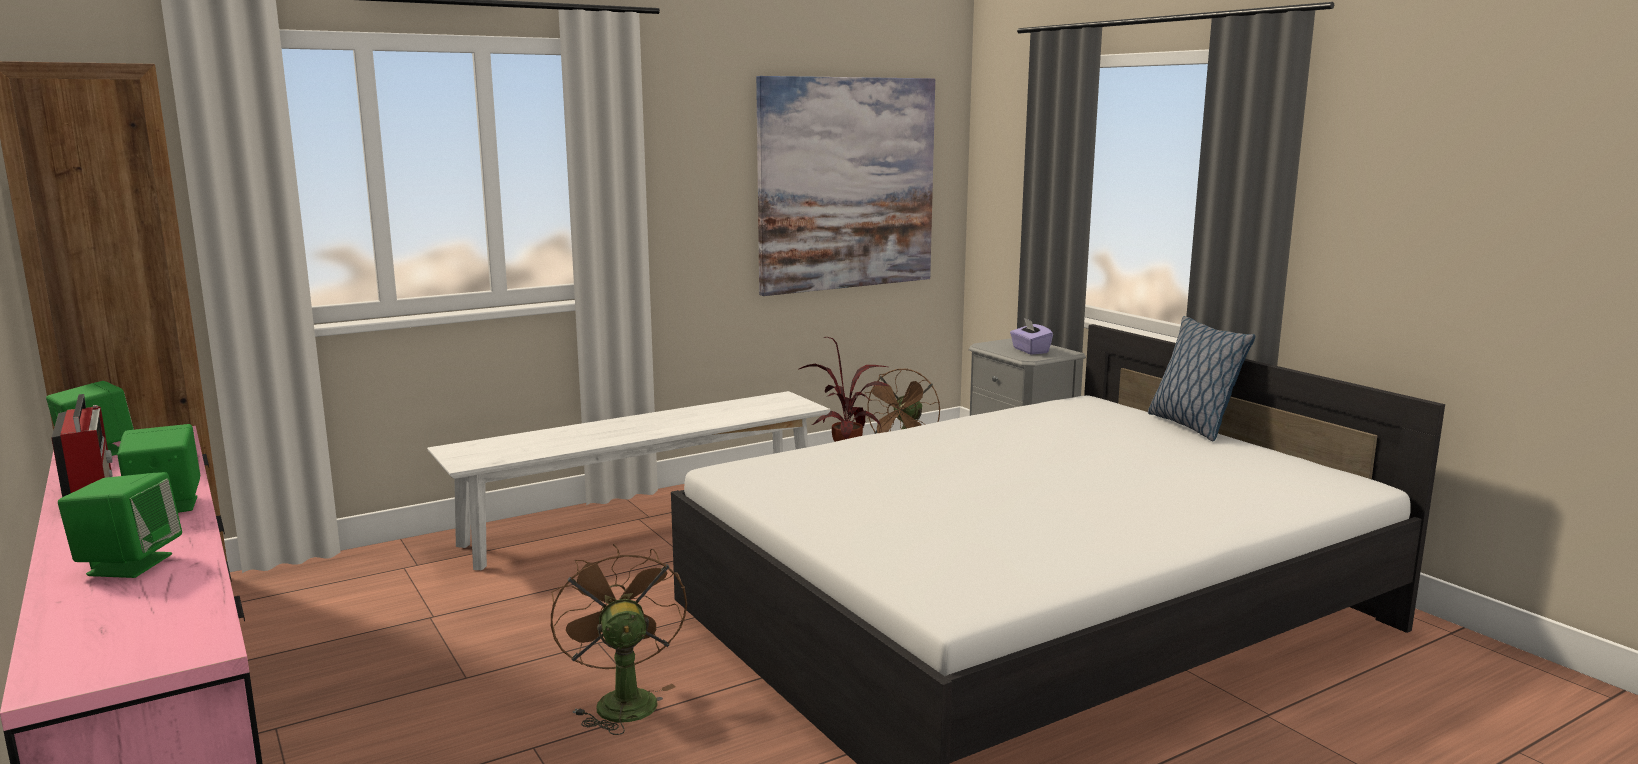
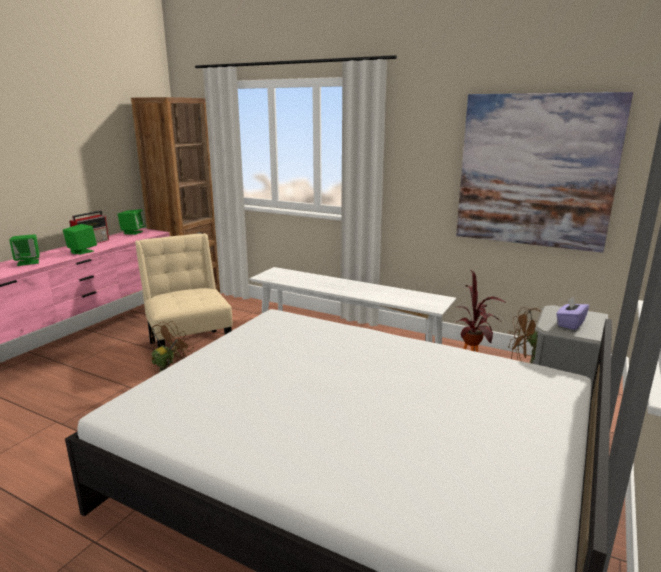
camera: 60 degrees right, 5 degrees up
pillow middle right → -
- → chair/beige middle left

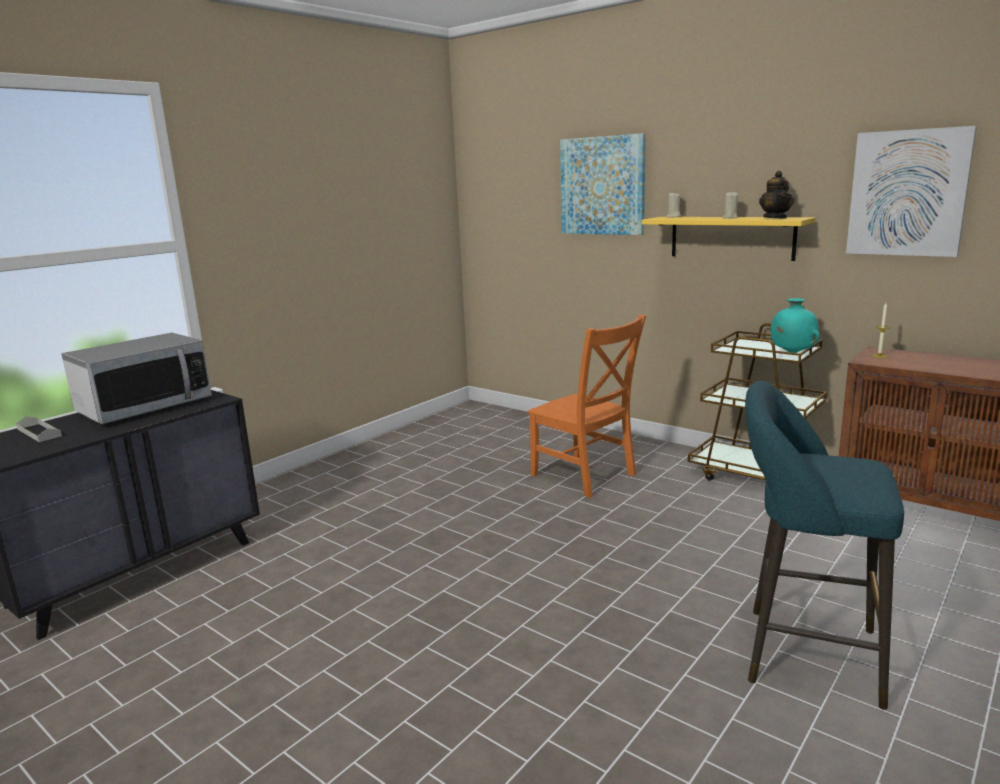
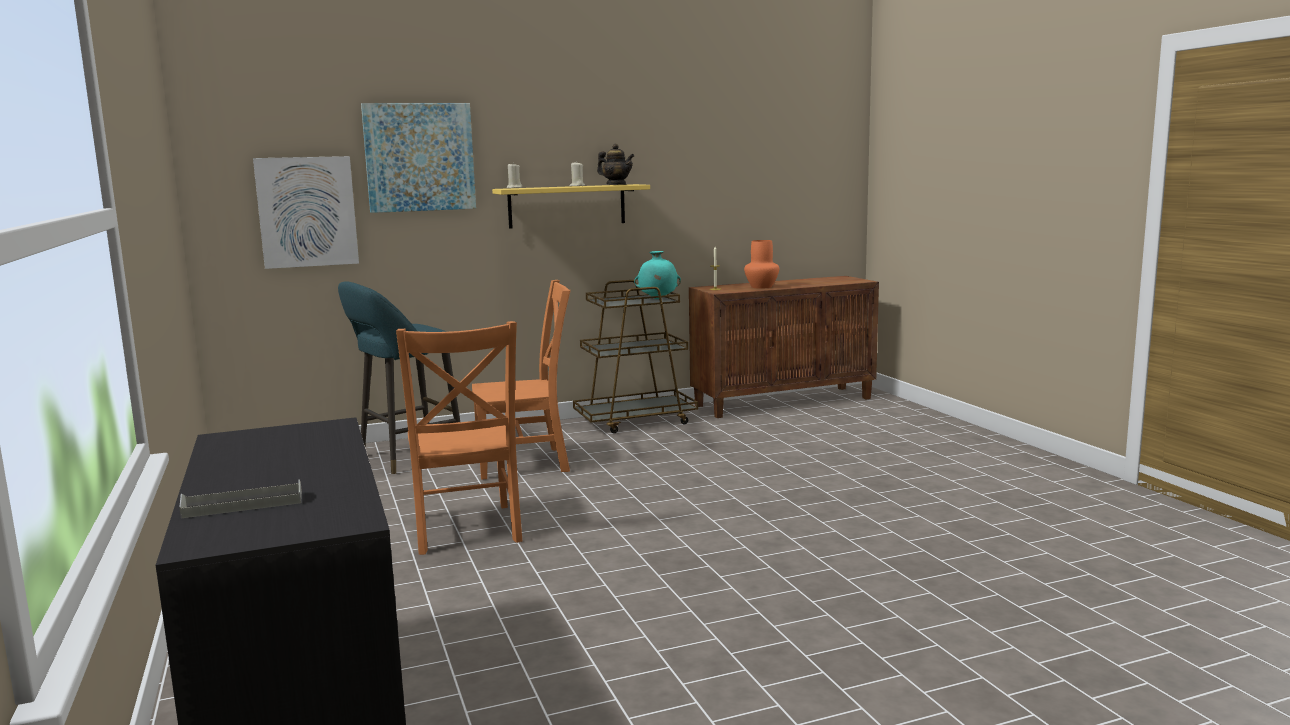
camera: 60 degrees left, 5 degrees down
microwave middle left → -
stool/turquoise bottom right → stool/turquoise middle left, moved
picture (2nd from left in the first image) top right → picture (1st from left) top left, moved
- → chair/orange (1st from left) centre
- → vase/orange centre

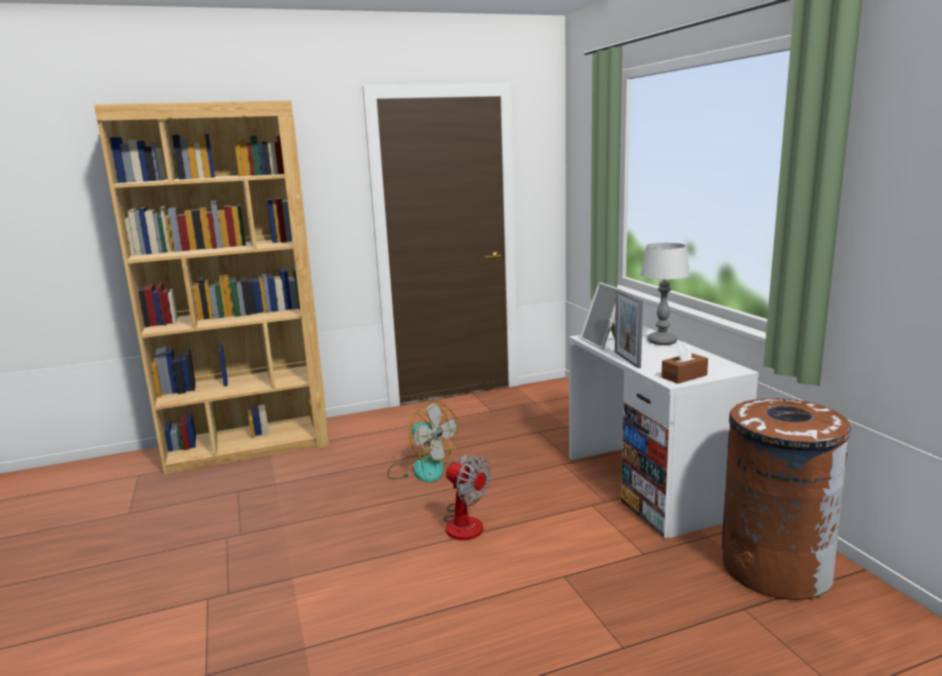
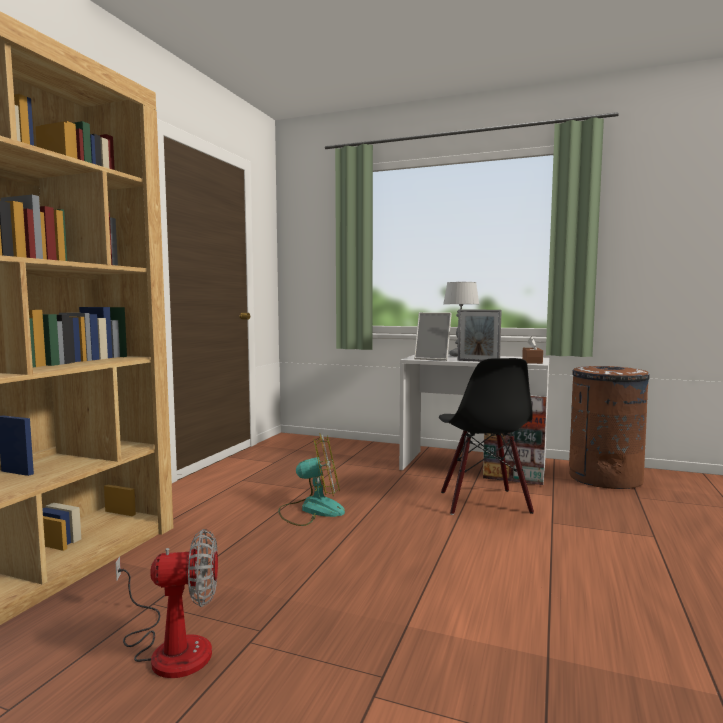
camera: 50 degrees left, 10 degrees down
fan (2nd from left in the first image) bottom centre → fan (1st from left) bottom left, moved
- → chair/black middle right

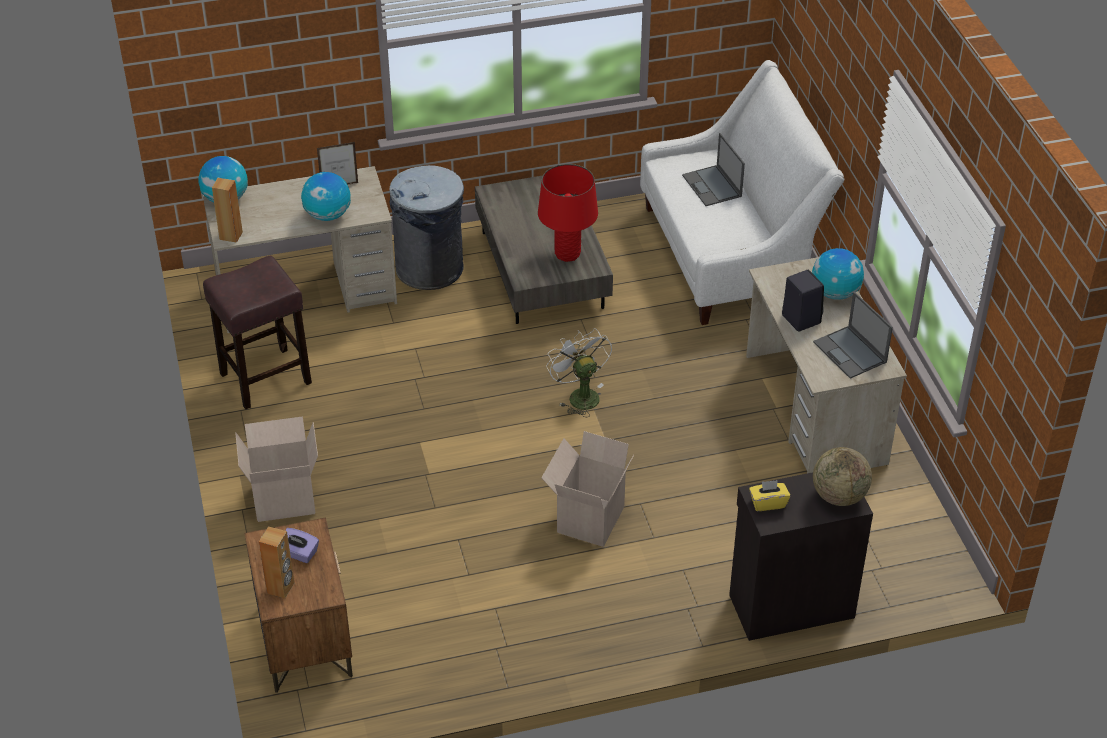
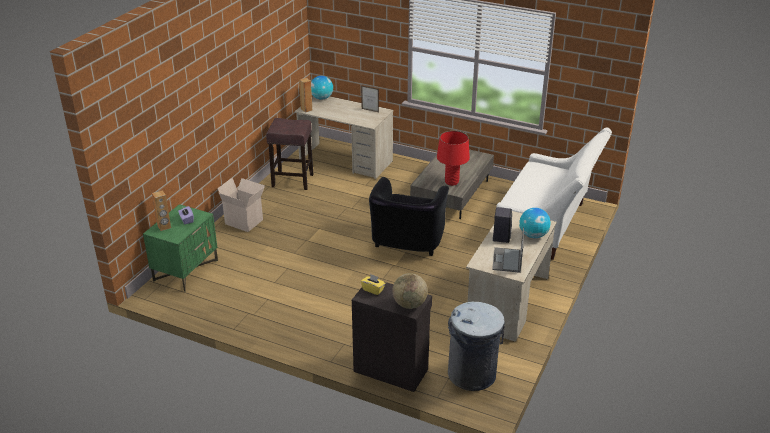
camera: 40 degrees right, 10 degrees down
nightstand/brown bottom left → nightstand/green middle left
globe (2nd from left) top left → -
trash can/grey top centre → trash can/grey bottom centre, moved
cardboard box (2nd from left) centre → -
fan/white centre → armchair/black centre
laptop (1st from left) top centre → -

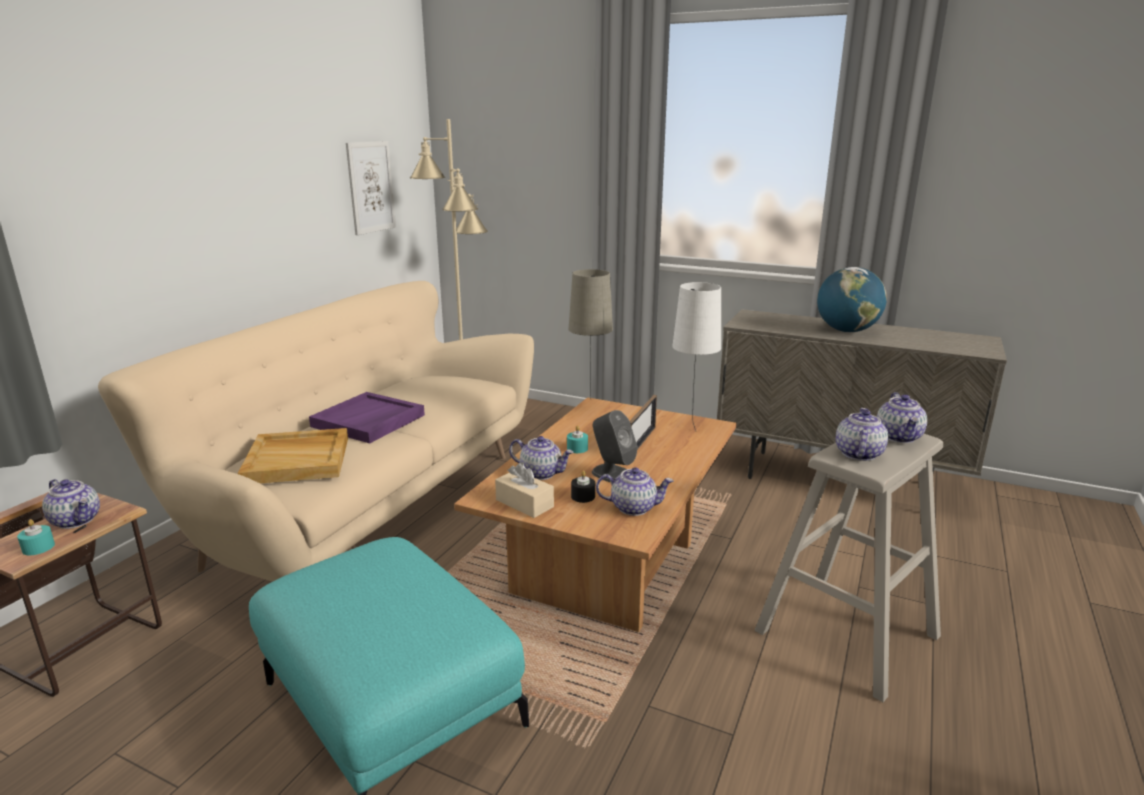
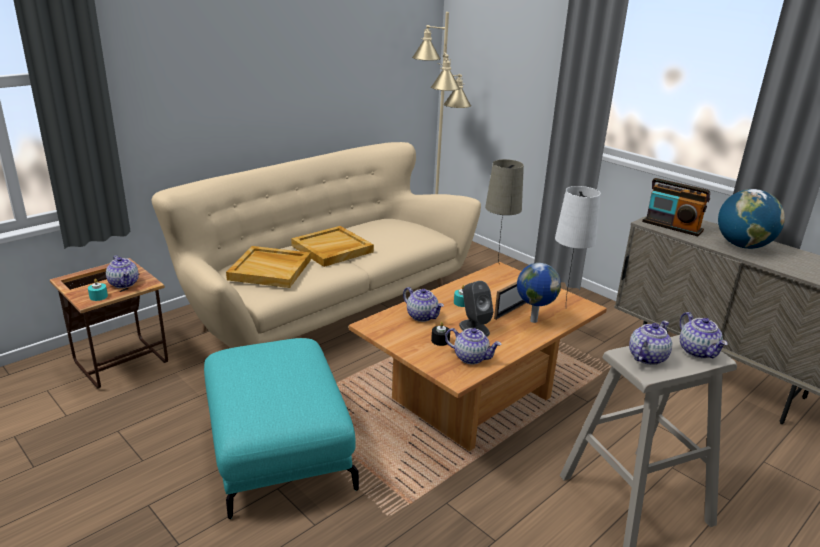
camera: 20 degrees right, 5 degrees up
tray/purple middle left → tray/beige (2nd from left) centre
picture top left → -
tissue box/beige centre → -
teapot (5th from left) middle right, 45 degrees counterclockwise
- → globe (1st from left) centre
- → radio middle right

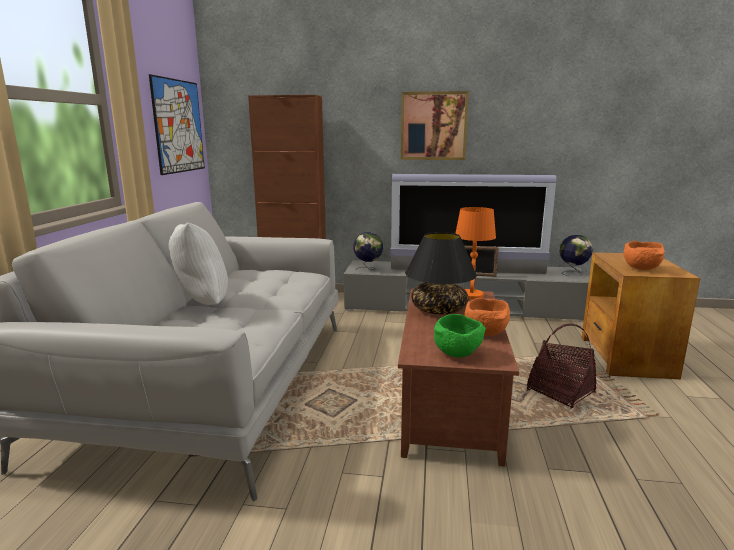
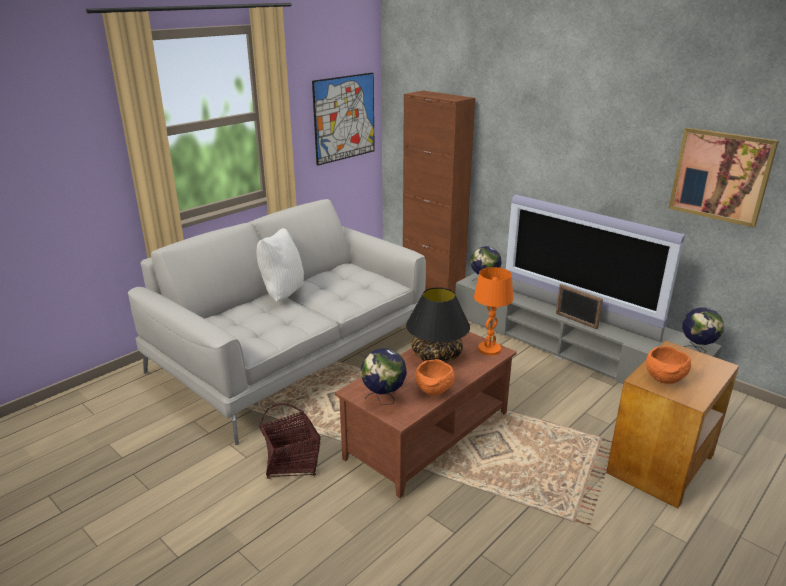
camera: 35 degrees right, 10 degrees up
picture (2nd from left) top centre → picture (2nd from left) top right, moved
bowl/green centre → globe (1st from left) centre
basket middle right → basket bottom centre, moved

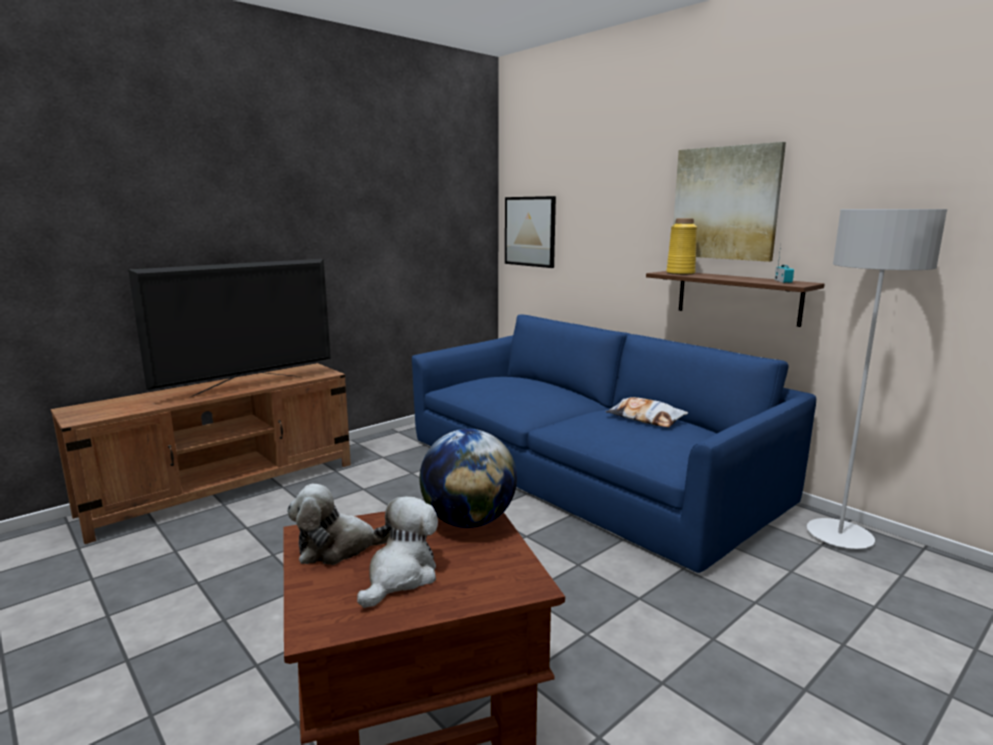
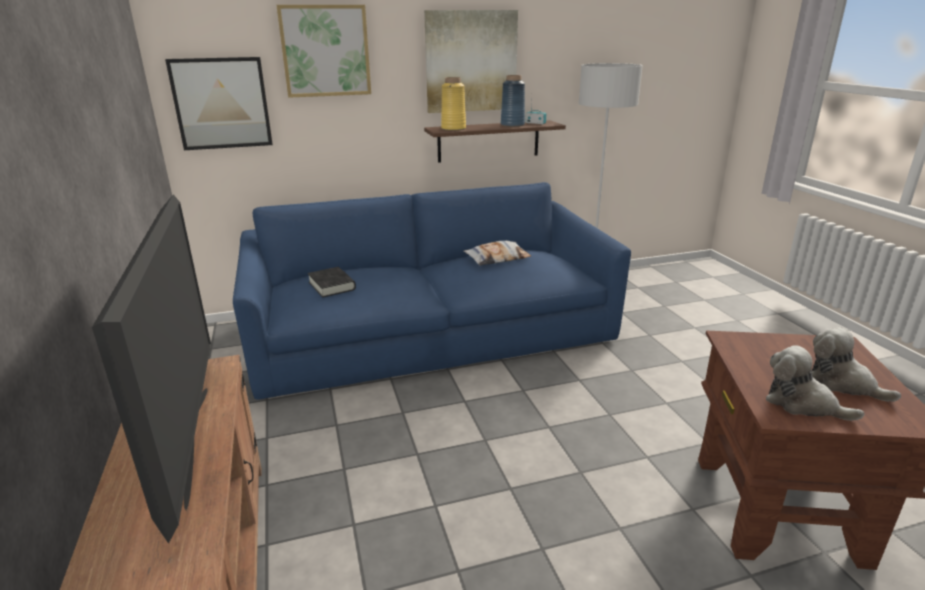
camera: 65 degrees left, 10 degrees up
plush toy (1st from left) bottom centre → plush toy (1st from left) middle right, 120 degrees clockwise
globe centre → -
- → picture (2nd from left) top centre
- → book/black centre
- → vase/blue top centre

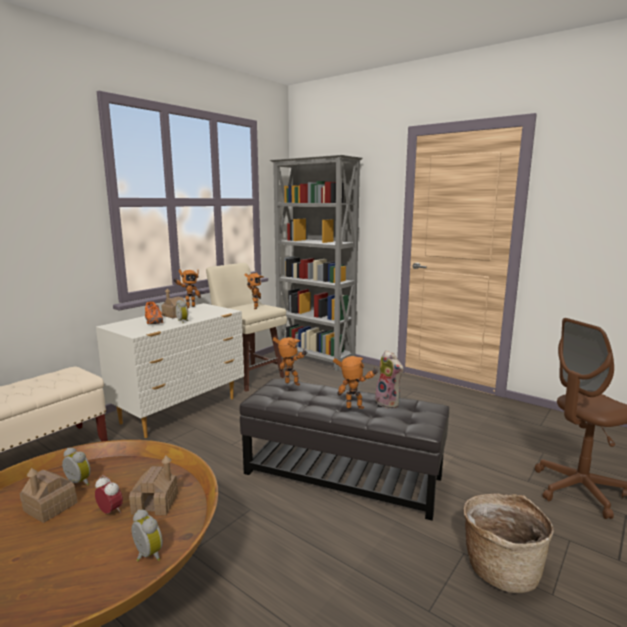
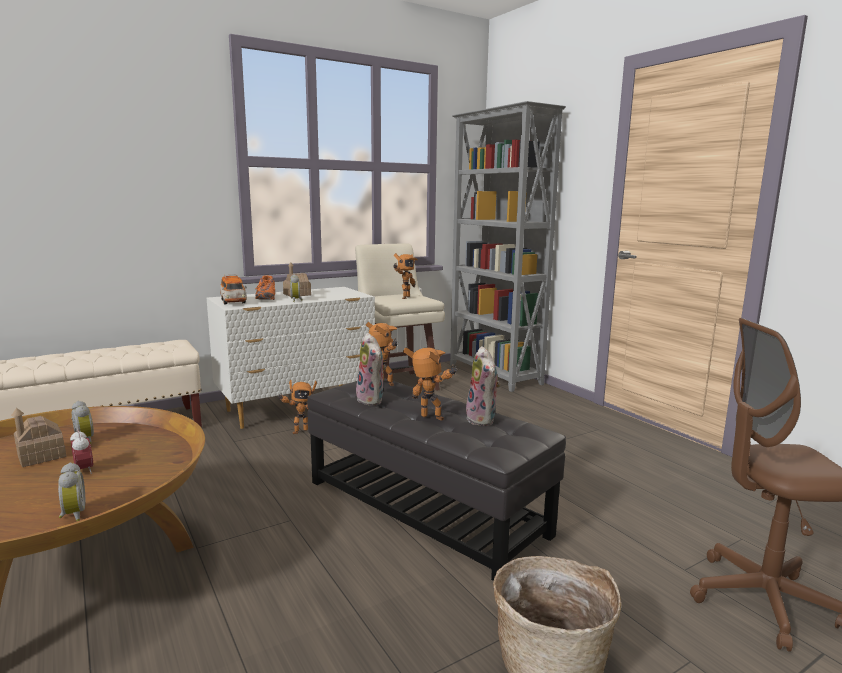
camera: 20 degrees right, 0 degrees up
toy house (2nd from left) bottom left → -
toy robot (1st from left) middle left → toy robot (1st from left) centre, moved
- → toy car middle left
- → plush toy (1st from left) centre

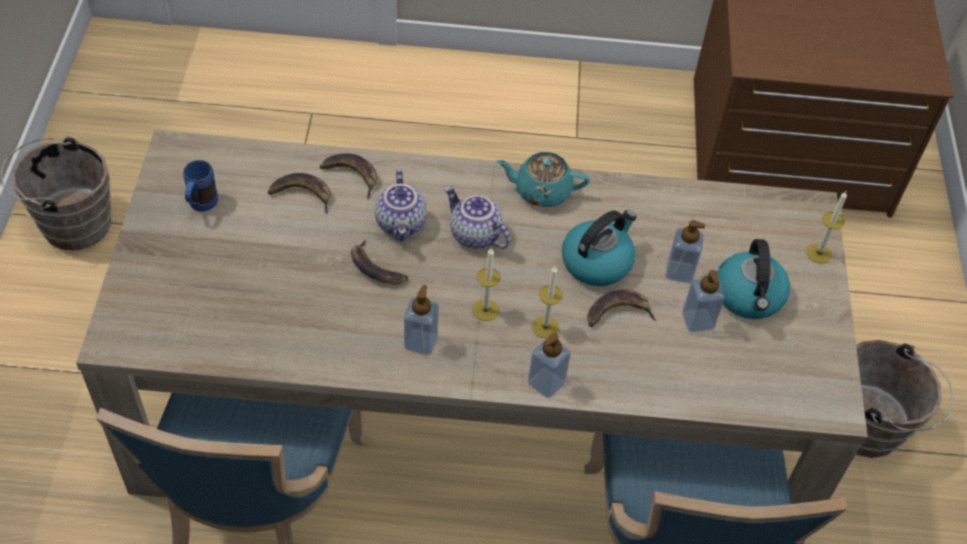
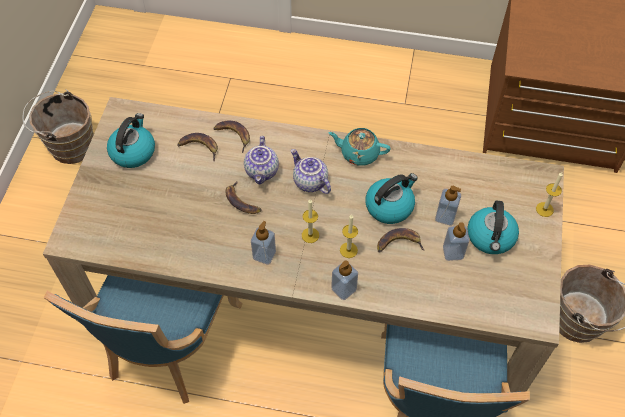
camera: 10 degrees right, 5 degrees up
mug/blue middle left → kettle (1st from left) middle left

